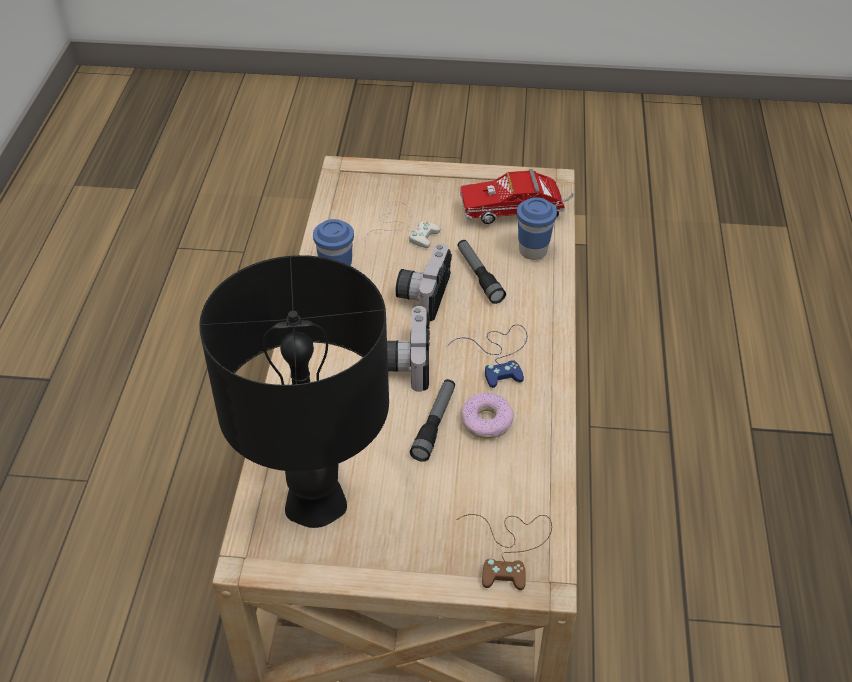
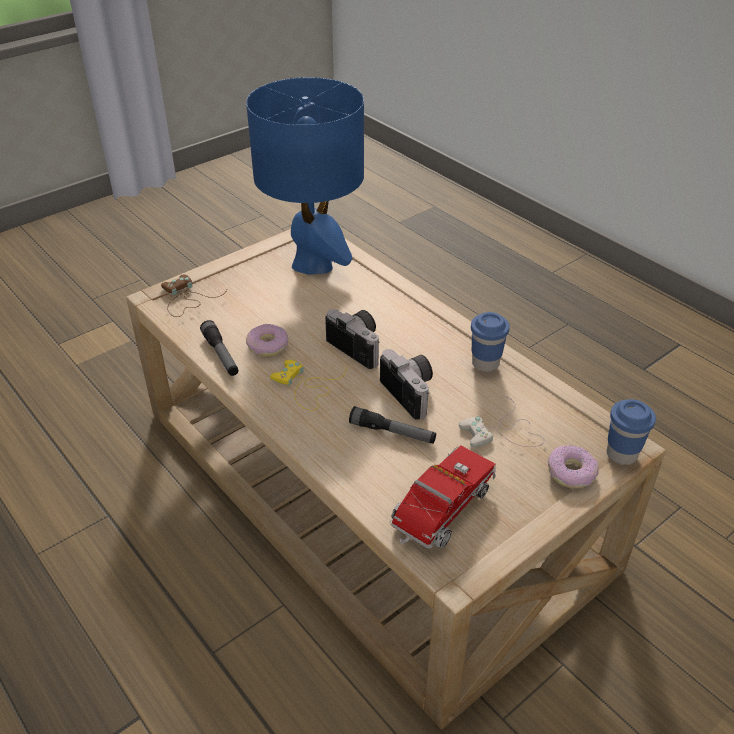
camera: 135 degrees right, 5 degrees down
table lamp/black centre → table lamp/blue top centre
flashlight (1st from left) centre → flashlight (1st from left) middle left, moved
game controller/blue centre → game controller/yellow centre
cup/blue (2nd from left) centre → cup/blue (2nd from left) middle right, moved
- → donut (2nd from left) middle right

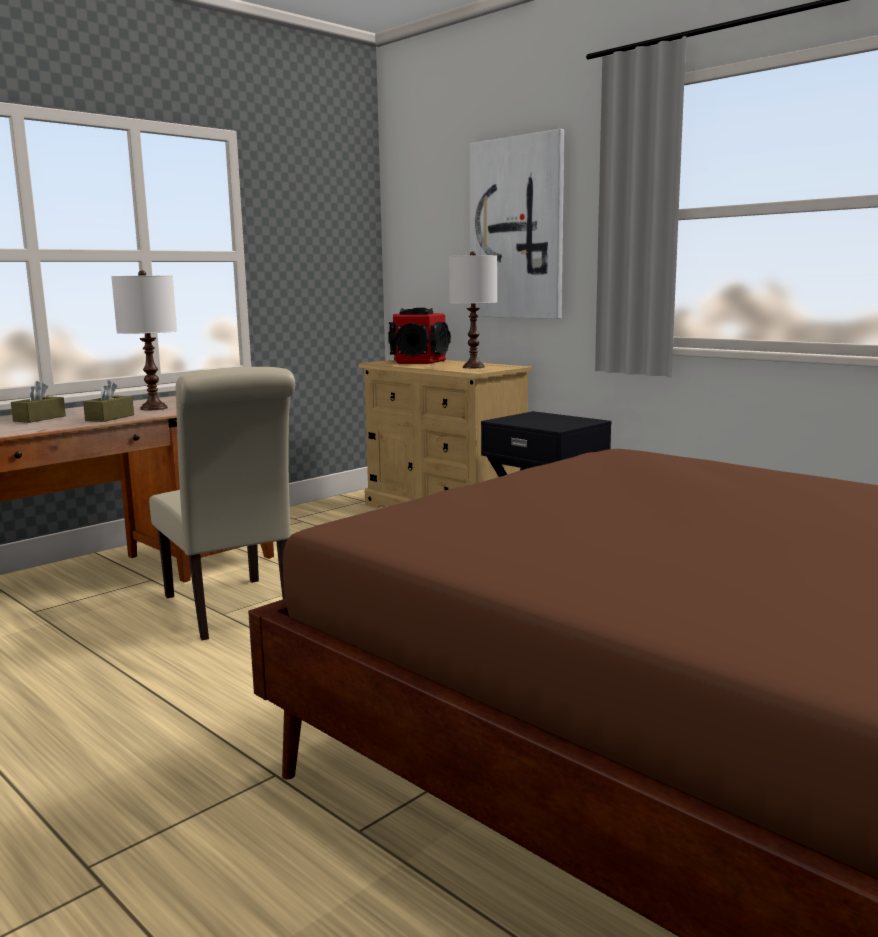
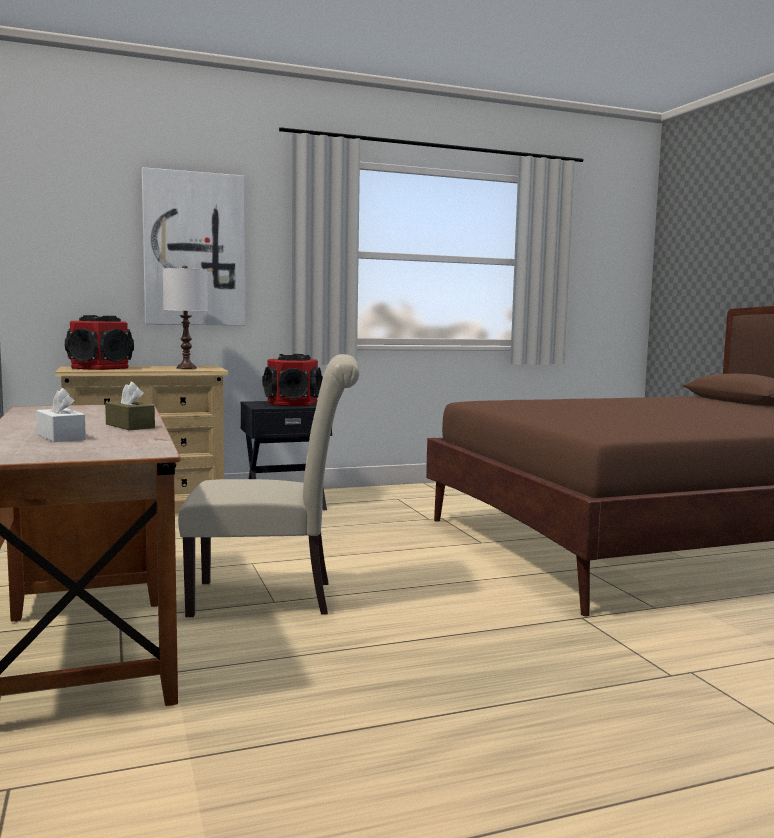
camera: 65 degrees left, 5 degrees down
tissue box/brown (1st from left) middle left → tissue box/white middle left
table lamp/white (1st from left) middle left → -
- → speaker (2nd from left) centre

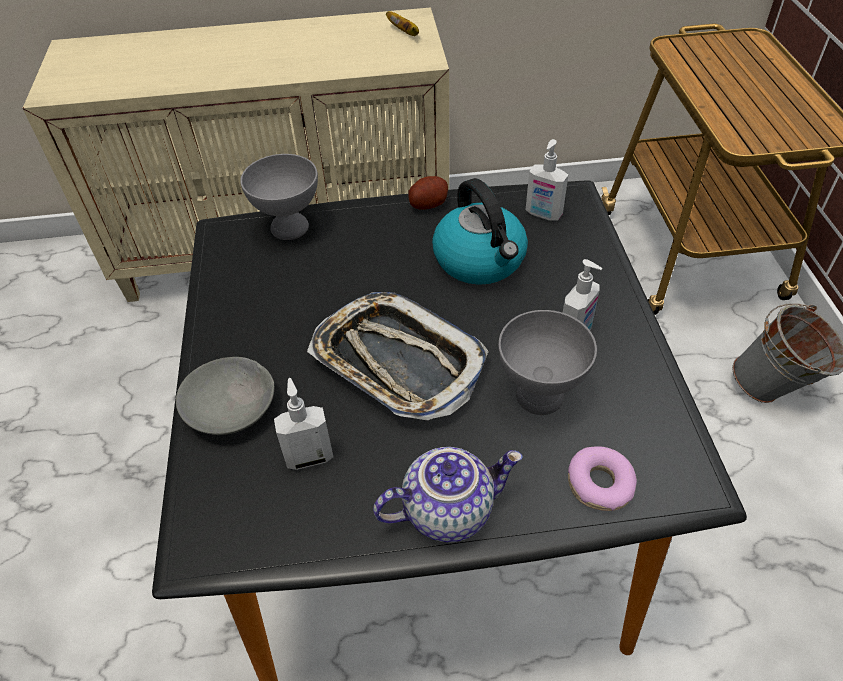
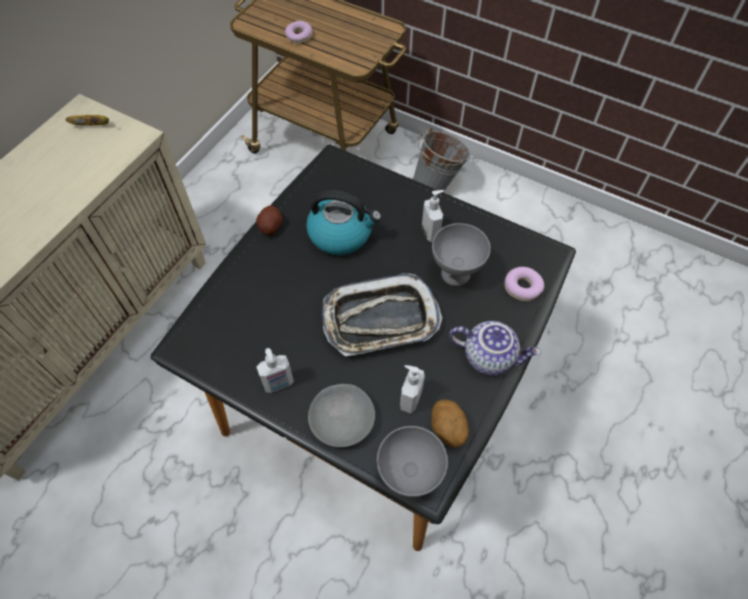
camera: 55 degrees left, 10 degrees up
bowl/grey (2nd from left) top left → bowl/grey (2nd from left) bottom centre, moved
teapot bottom centre → teapot centre, 90 degrees clockwise
soap dispenser (2nd from left in the first image) top centre → soap dispenser (1st from left) centre, moved
- → donut (1st from left) top centre
- → potato (2nd from left) bottom centre

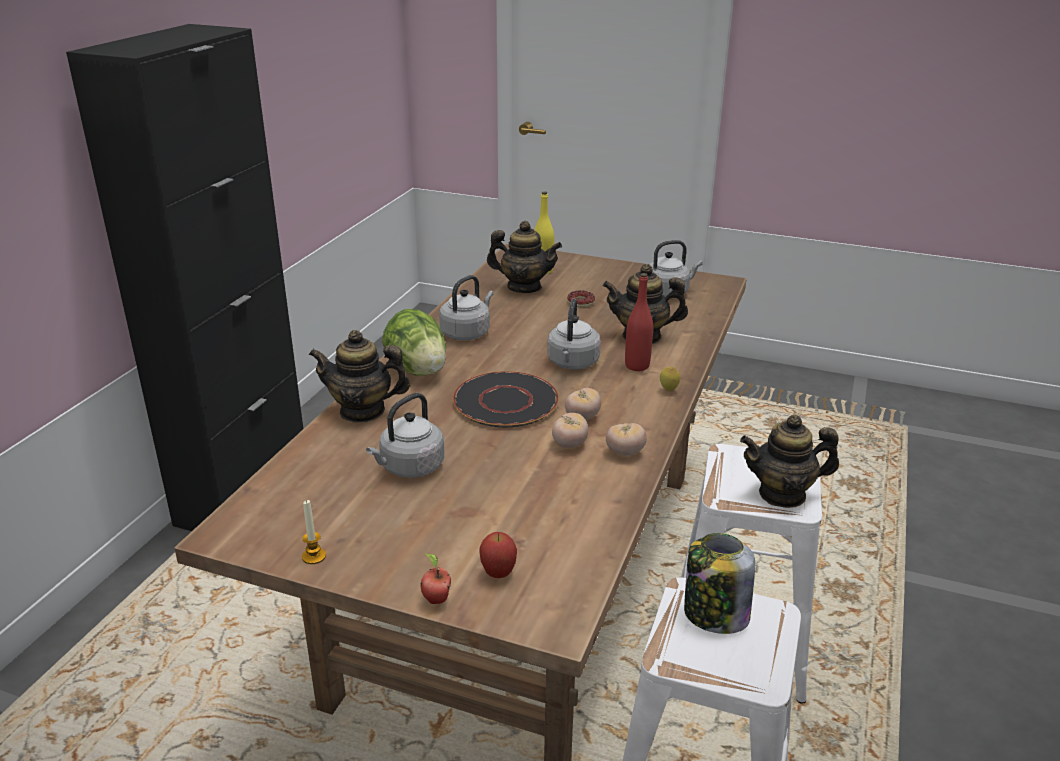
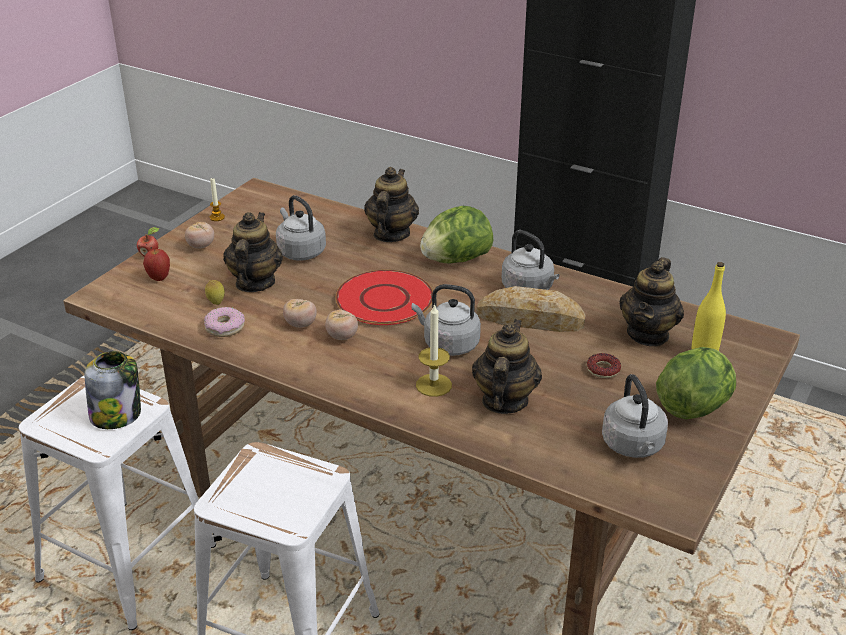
camera: 100 degrees right, 5 degrees up
plate/black centre → plate/red centre
tomato (3rd from left in the first image) centre → tomato (1st from left) middle left, moved
bottle/red centre → candle (2nd from left) centre
lemon centre → lemon middle left, moved
teapot (4th from left in the first image) middle right → teapot (1st from left) middle left, moved
- → donut (1st from left) middle left
- → bread centre
- → lettuce (2nd from left) middle right

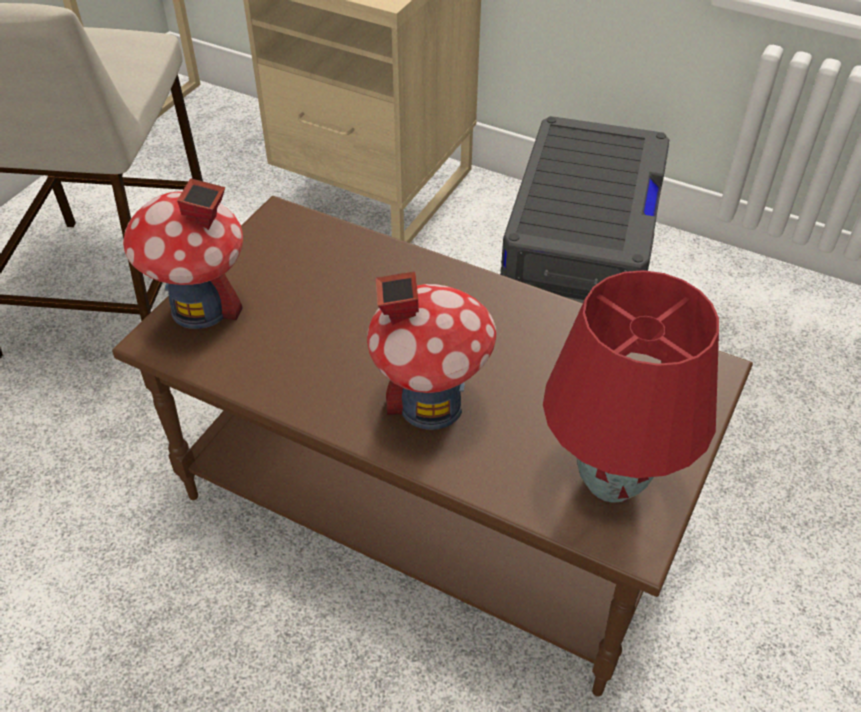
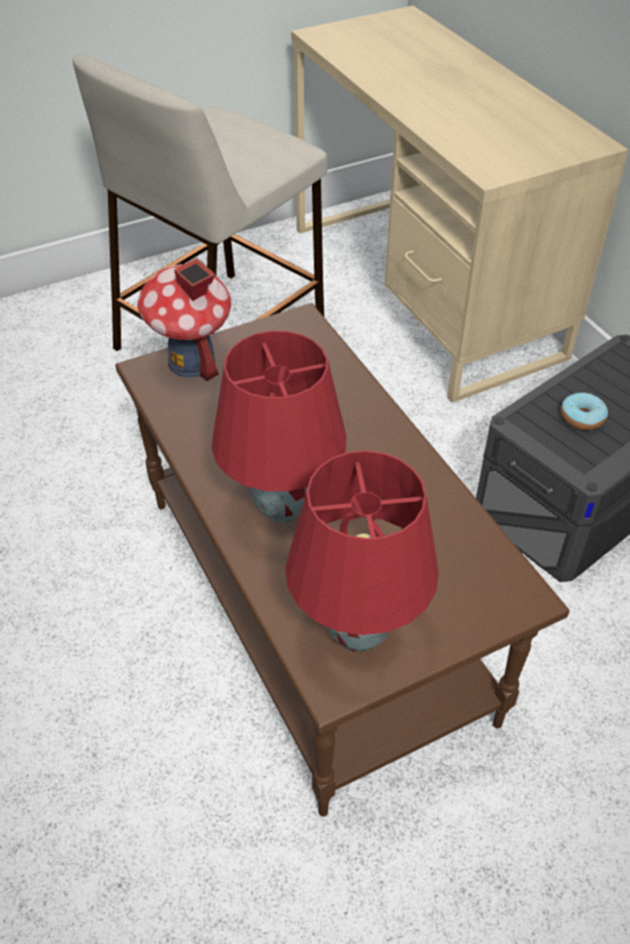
camera: 35 degrees right, 0 degrees up
toy house (2nd from left) centre → table lamp/red (1st from left) centre
- → donut middle right

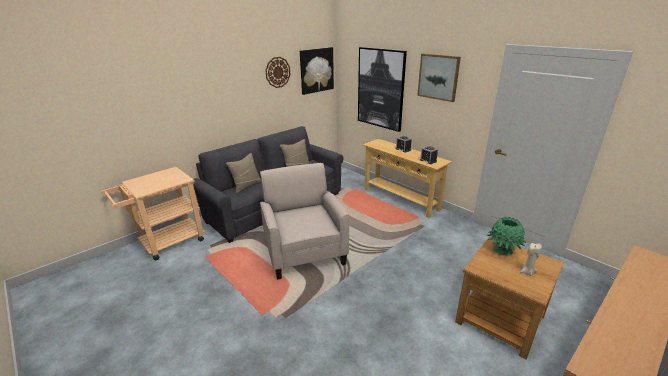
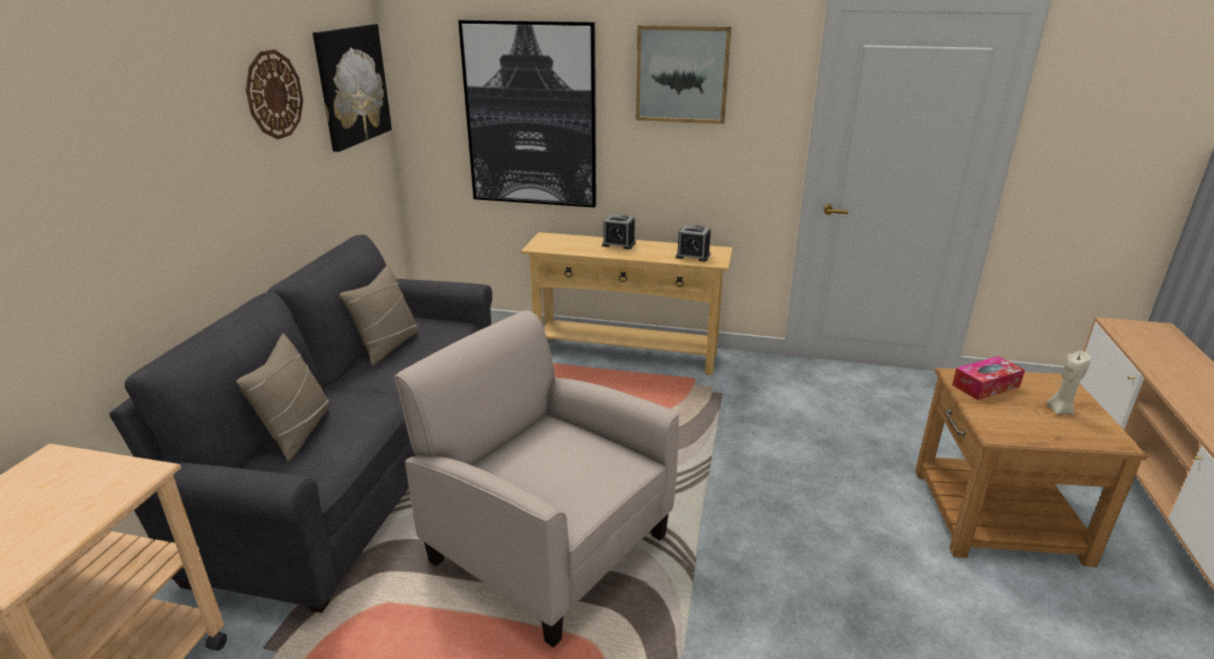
camera: 35 degrees left, 0 degrees up
vase/green middle right → tissue box middle right

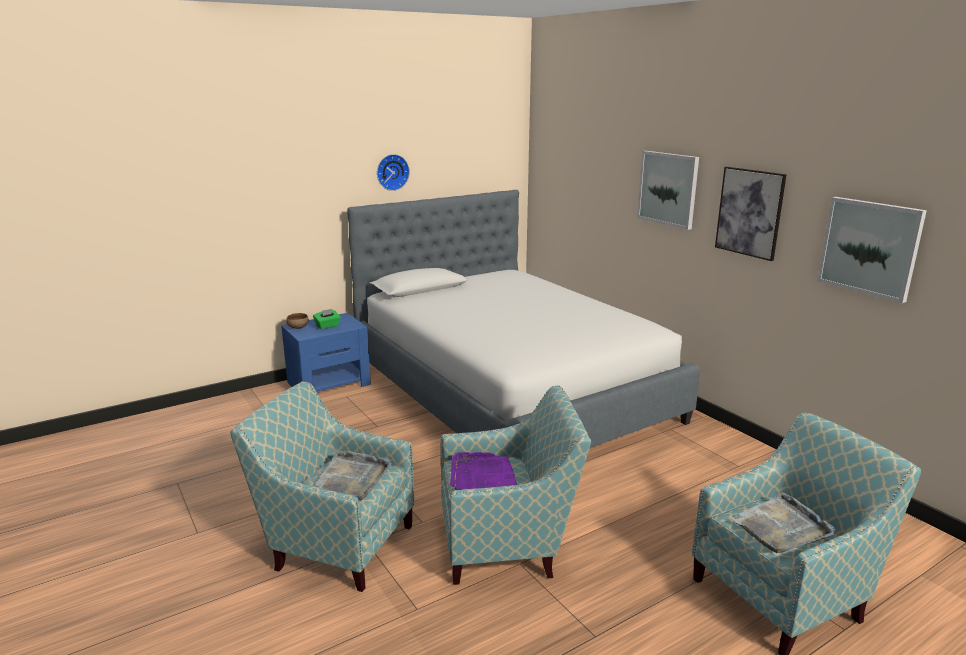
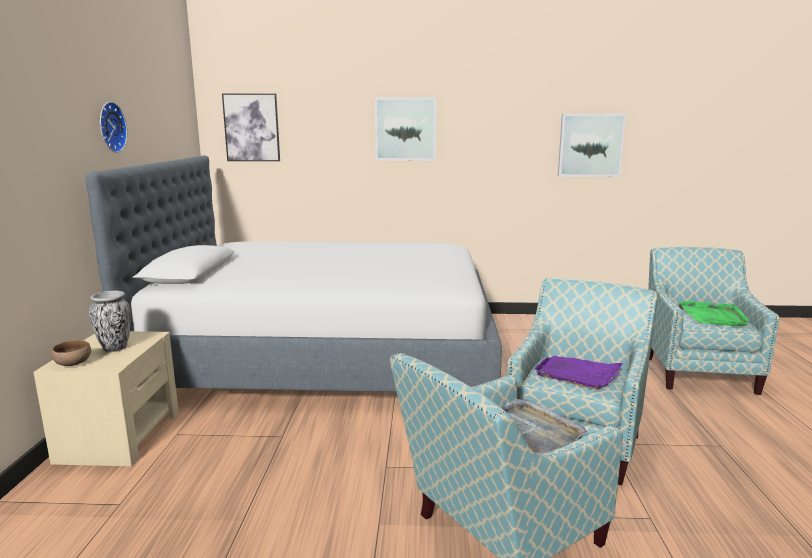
camera: 55 degrees left, 5 degrees down
nightstand/blue centre → nightstand/beige bottom left
tissue box/green centre → vase middle left
picture (2nd from left in the first image) top right → picture (1st from left) top left, moved
tray/grey (2nd from left) bottom right → tray/green middle right

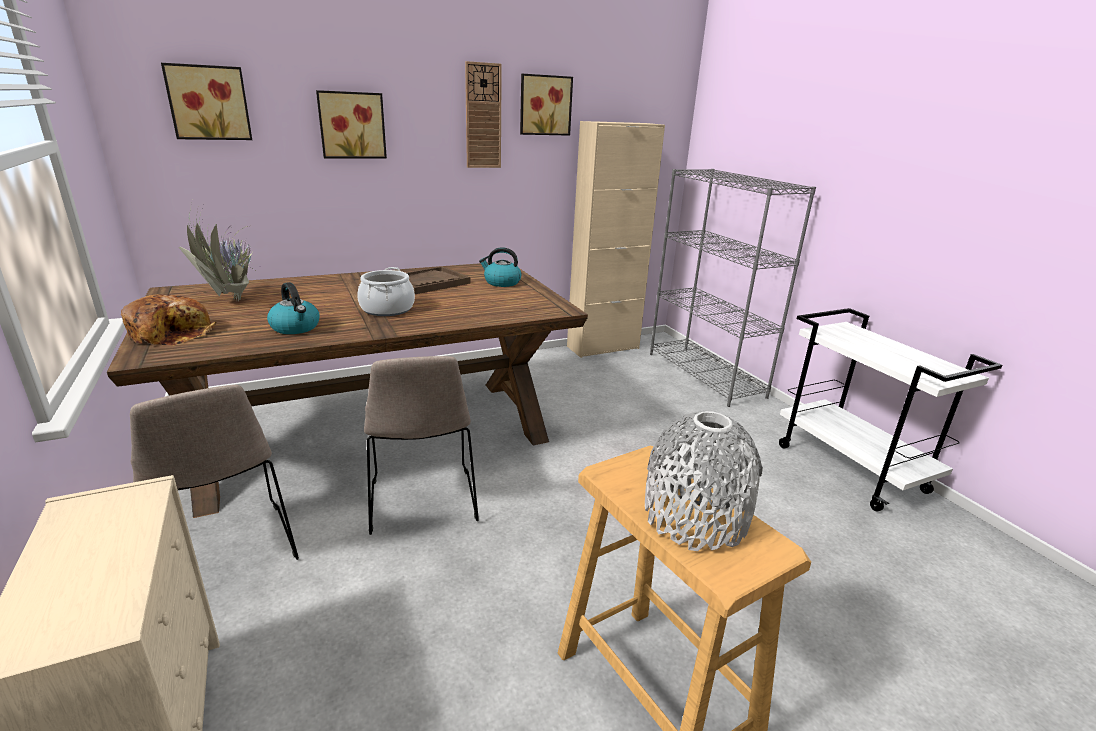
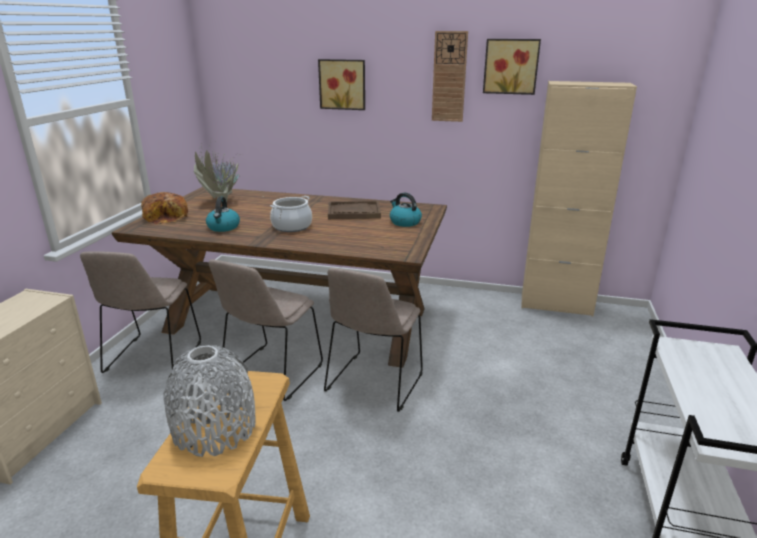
camera: 40 degrees right, 0 degrees up
picture (1st from left) top left → -
bookcase/grey middle right → -
- → chair/beige (3rd from left) centre

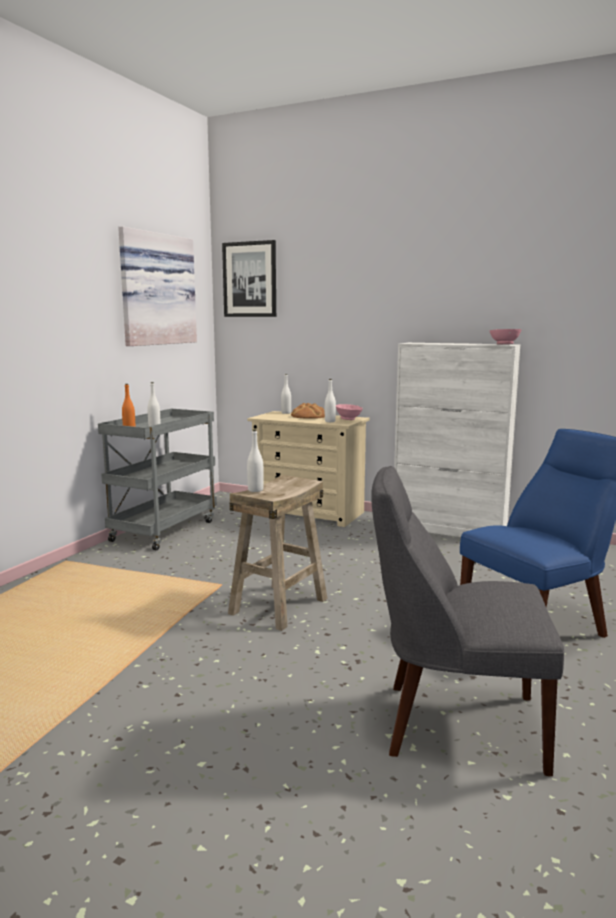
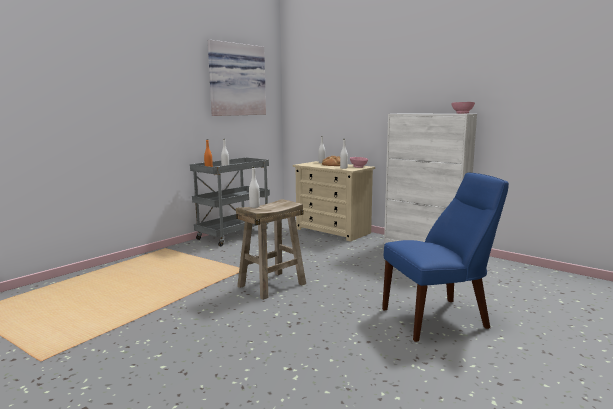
camera: 15 degrees right, 0 degrees up
picture (2nd from left) top centre → -
chair/grey bottom right → -

